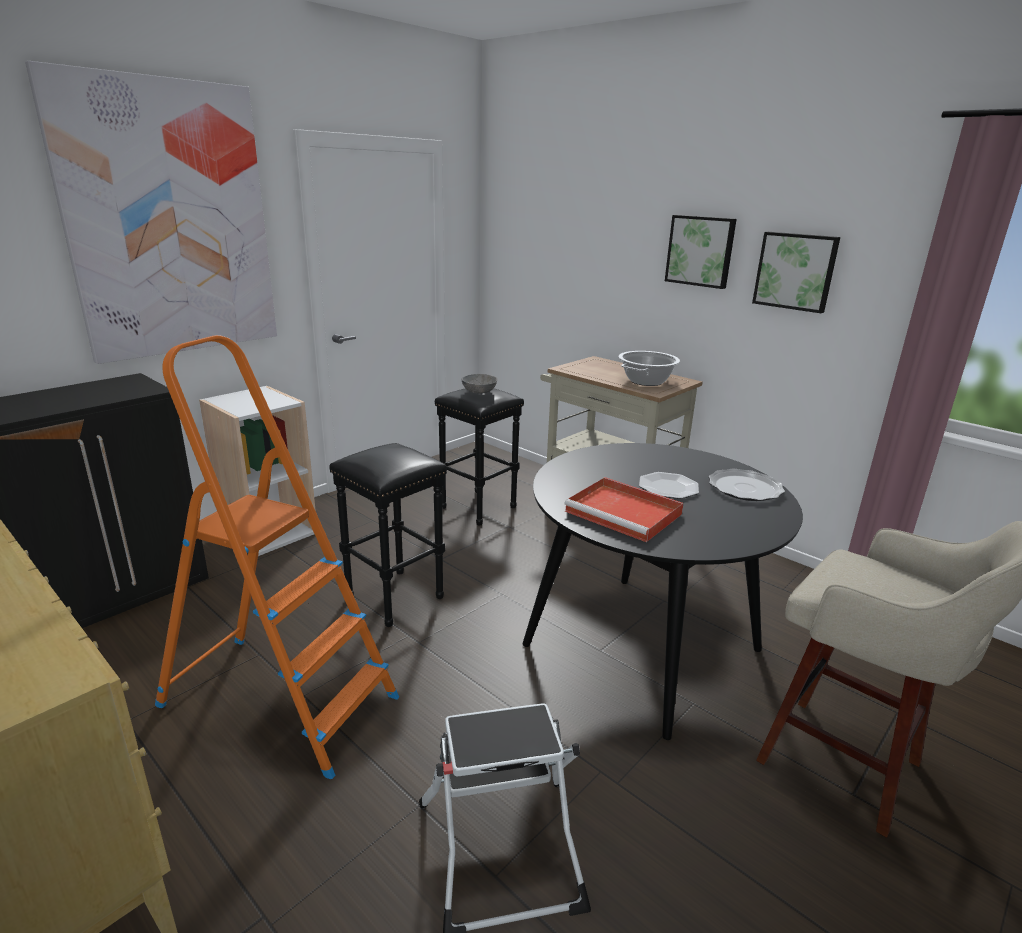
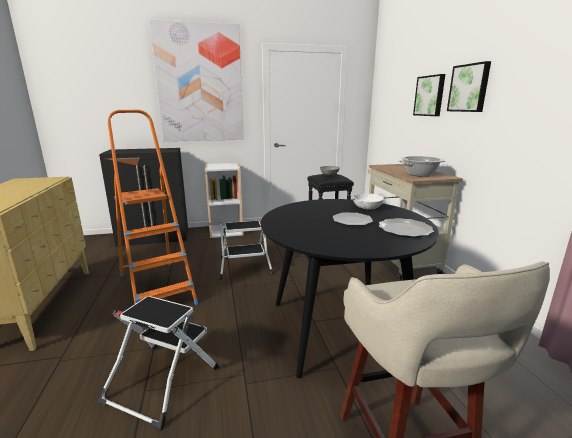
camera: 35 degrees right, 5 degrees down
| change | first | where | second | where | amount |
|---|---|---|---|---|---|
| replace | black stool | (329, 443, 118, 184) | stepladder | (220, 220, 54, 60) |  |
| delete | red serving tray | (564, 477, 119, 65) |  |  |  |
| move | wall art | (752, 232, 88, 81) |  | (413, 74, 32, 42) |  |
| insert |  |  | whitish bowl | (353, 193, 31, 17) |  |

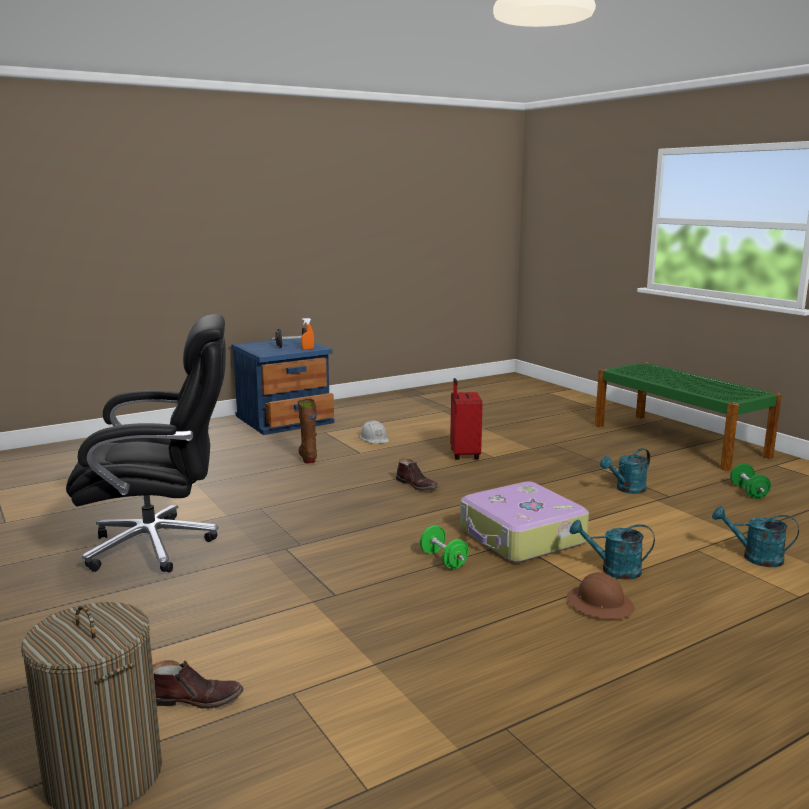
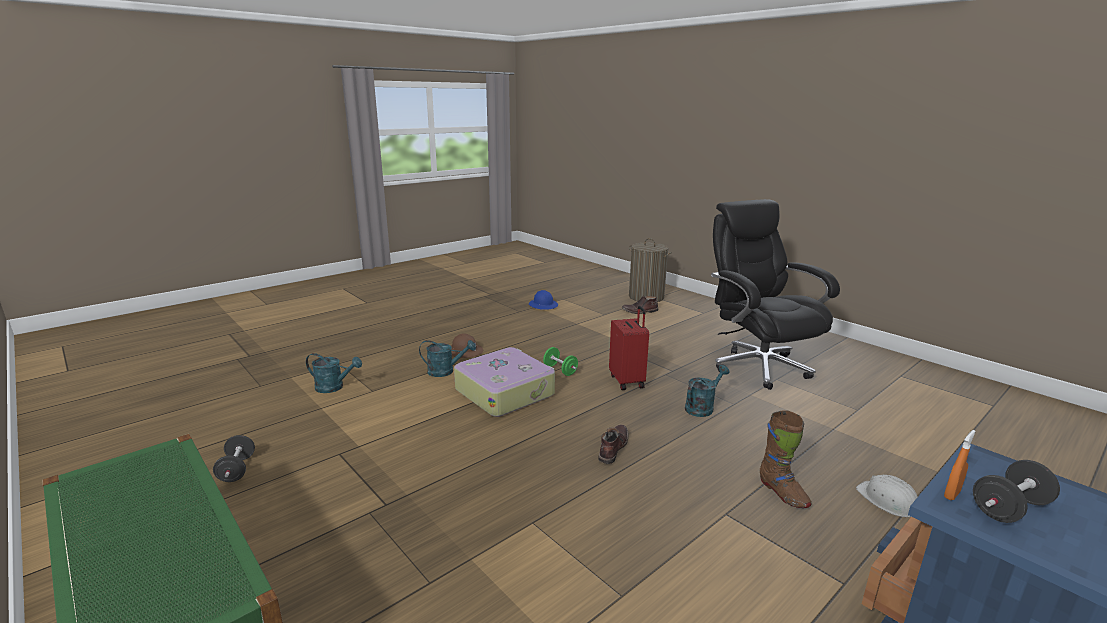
camera: 170 degrees right, 5 degrees up
| change | first | where | second | where | amount |
|---|---|---|---|---|---|
| rotate | black office chair | (66, 314, 160, 259) |  | (711, 199, 129, 191) | 90 degrees clockwise |
| move | whitish hard hat | (360, 420, 29, 24) |  | (856, 475, 62, 42) |  |
| rotate | brown-coloured high-top boot | (396, 459, 42, 32) |  | (598, 425, 30, 39) | 75 degrees clockwise |
| move | red suitcase | (450, 378, 33, 82) |  | (609, 306, 40, 84) |  |
| move | turquoise-coloured watering can | (600, 448, 50, 46) |  | (685, 365, 45, 52) |  |
| recolor | greenish dumbbell | (730, 464, 41, 35) | black dumbbell | (213, 435, 42, 47) |  |
| insert |  |  | blue-coloured hard hat | (529, 290, 29, 20) |  |

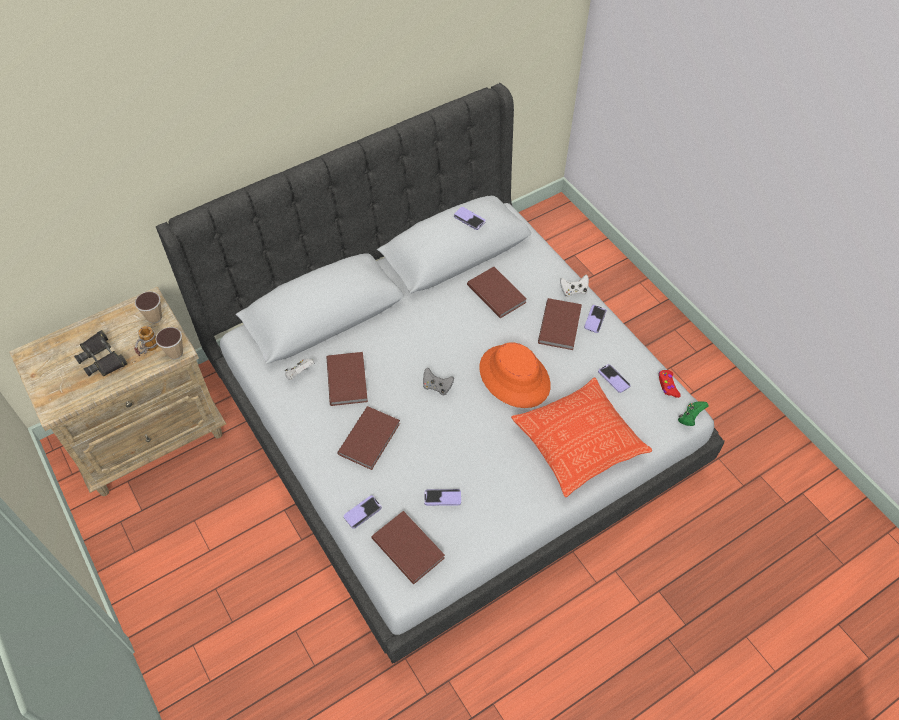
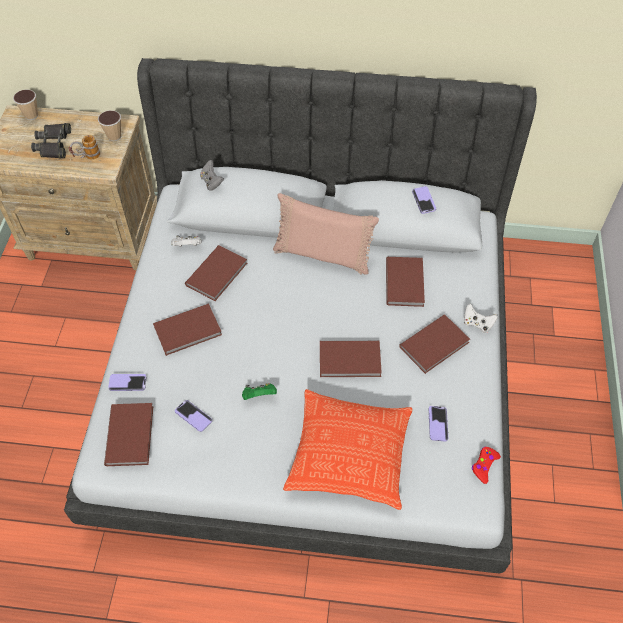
camera: 40 degrees right, 0 degrees up
| change | first | where | second | where | amount |
|---|---|---|---|---|---|
| move | small cup | (155, 327, 28, 33) |  | (13, 89, 25, 31) |  |
| move | gray joypad | (423, 368, 31, 27) |  | (200, 160, 24, 31) |  |
| replace | orange wearable hat | (479, 342, 72, 66) | brown-coloured bound book | (320, 341, 62, 36) |  |
| delete | phone | (584, 305, 23, 28) |  |  |  |
| move | greenish joypad | (678, 402, 31, 24) |  | (242, 383, 35, 17) |  |
| insert |  |  | beige throw pillow | (273, 193, 106, 82) |  |

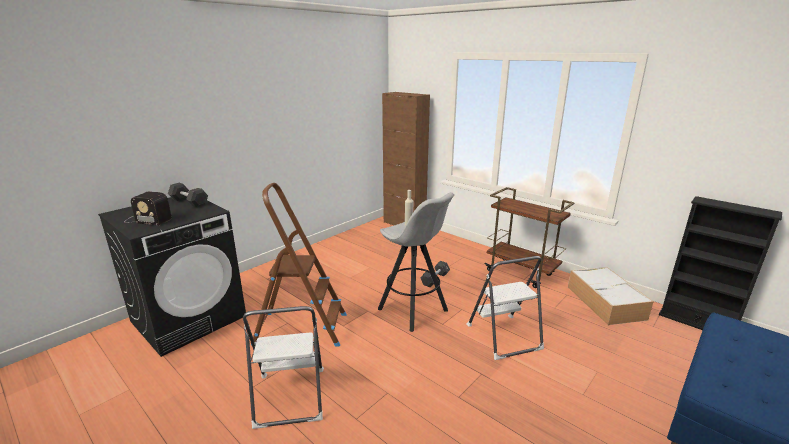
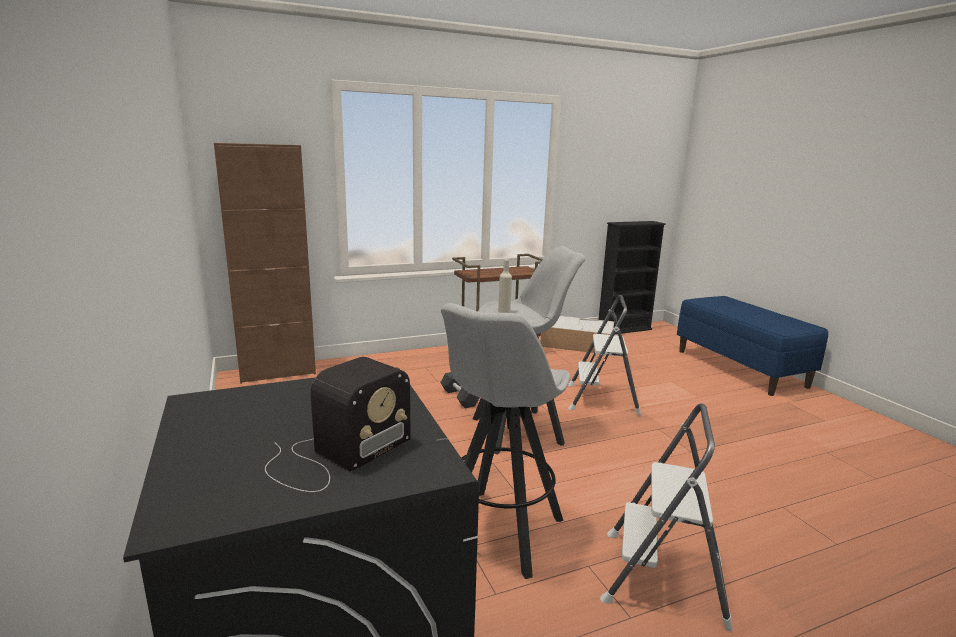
camera: 65 degrees left, 5 degrees down
| change | first | where | second | where | amount |
|---|---|---|---|---|---|
| delete | black dumbbell | (168, 183, 40, 24) |  |  |  |
| replace | brown-coloured stepladder | (251, 183, 96, 164) | gray stool | (441, 303, 129, 276) |  |

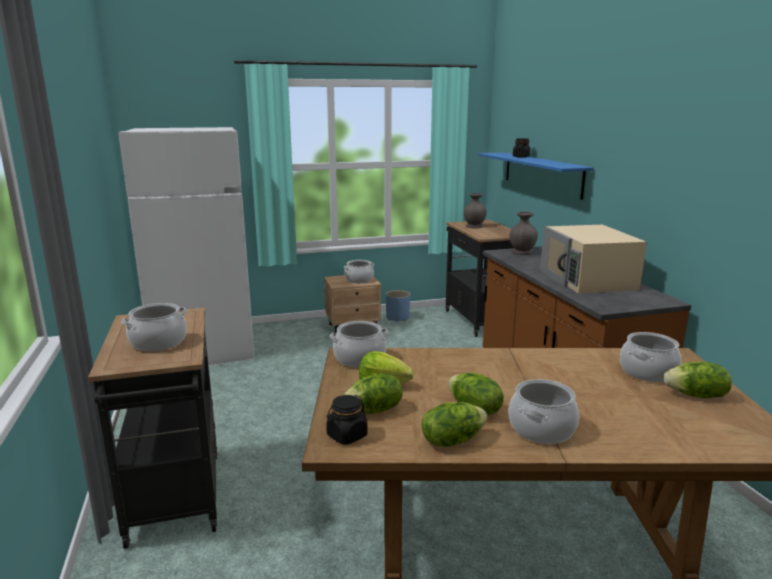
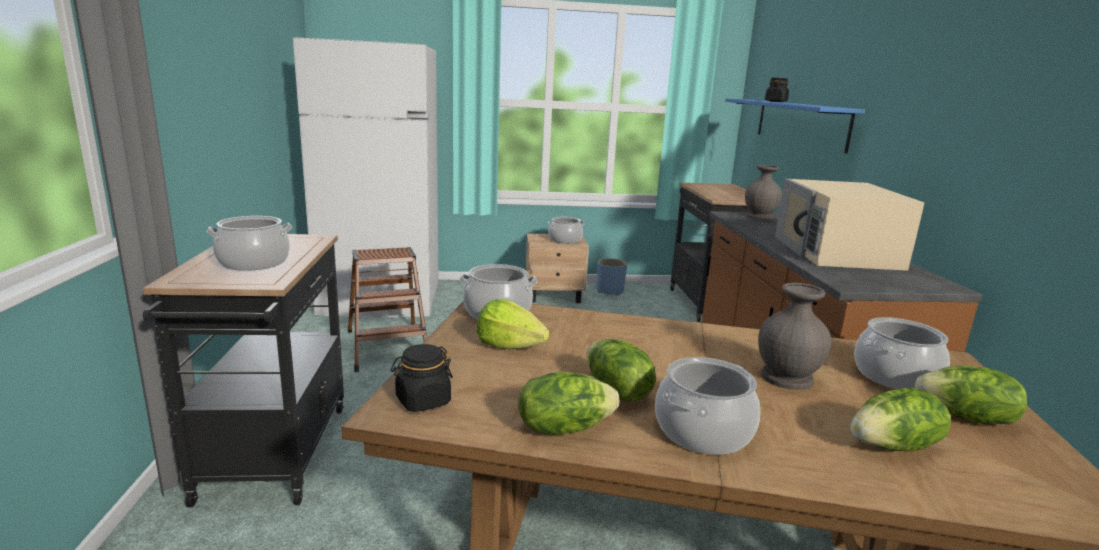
camera: 10 degrees right, 0 degrees up
| change | first | where | second | where | amount |
|---|---|---|---|---|---|
| move | head of lettuce | (343, 373, 60, 41) |  | (850, 388, 101, 63) |  |
| move | gray vase | (464, 193, 23, 35) |  | (758, 283, 73, 107) |  |
| insert |  |  | brown-coloured stepladder | (348, 247, 79, 125) |  |

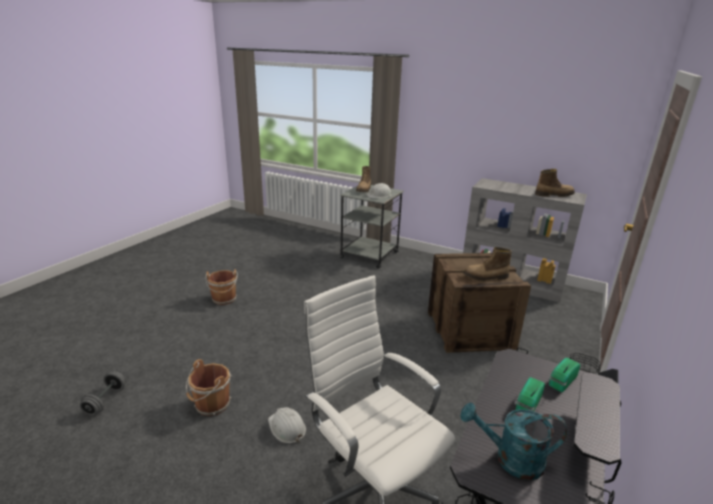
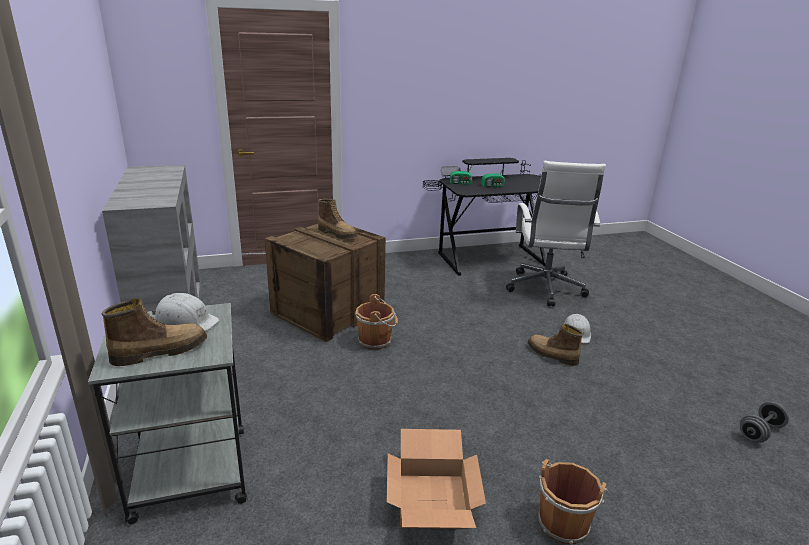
camera: 135 degrees left, 0 degrees up
| change | first | where | second | where | amount |
|---|---|---|---|---|---|
| move | brown-coloured water bucket | (186, 359, 46, 57) |  | (355, 294, 43, 56) |  |
| delete | turquoise-coloured watering can | (460, 403, 108, 77) |  |  |  |
| move | high-top boot | (535, 169, 40, 28) |  | (528, 324, 55, 42) |  |
| insert |  |  | cardboard box | (387, 429, 99, 100) |  |

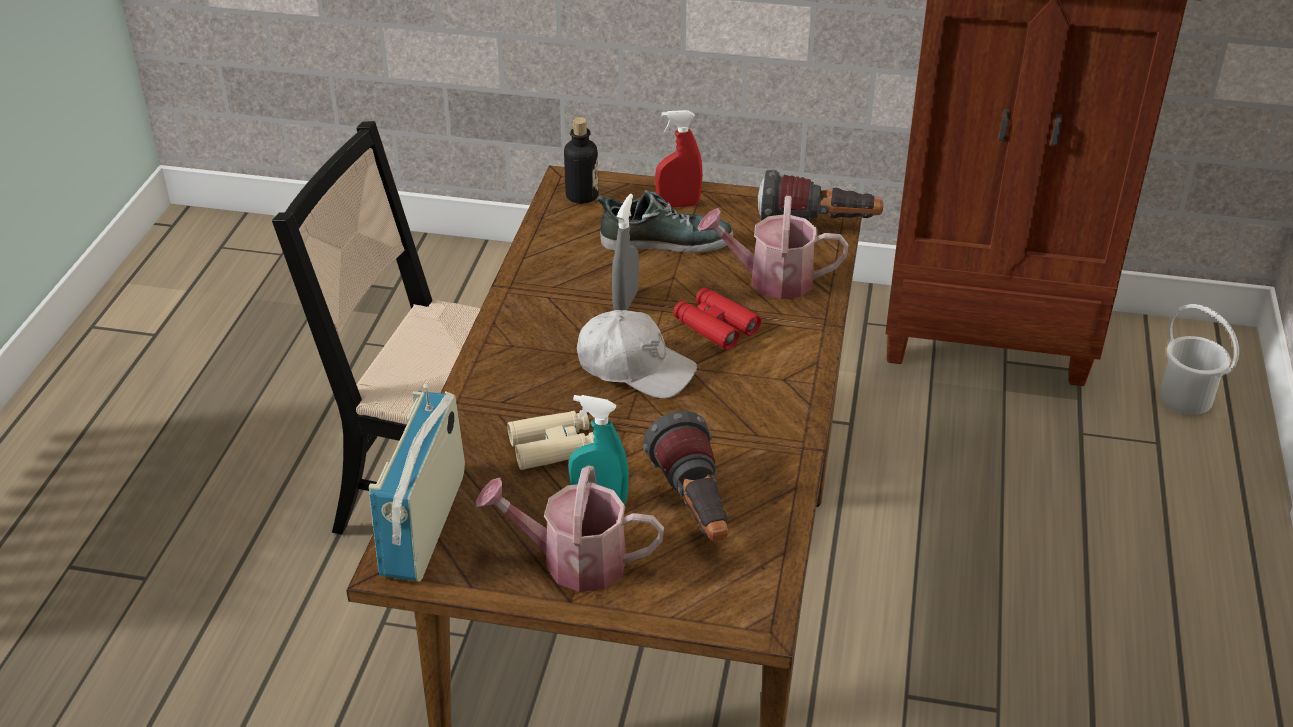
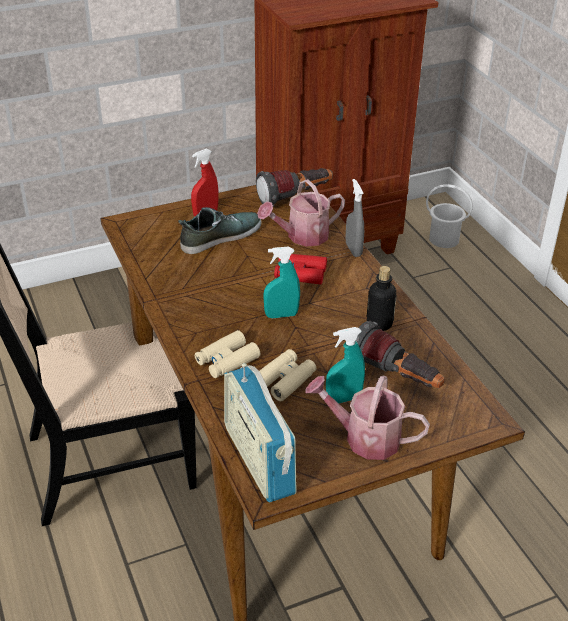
camera: 35 degrees left, 0 degrees up
| change | first | where | second | where | amount |
|---|---|---|---|---|---|
| rotate | watering can | (476, 466, 188, 126) |  | (305, 376, 125, 84) | 45 degrees clockwise |
| move | drink bottle | (564, 117, 35, 87) |  | (367, 266, 30, 65) |  |
| replace | whitish cap | (577, 310, 120, 89) | turquoise-coloured sprayer | (263, 247, 37, 71) |  |
| move | gray sprayer | (612, 194, 27, 117) |  | (346, 179, 18, 78) |  |
| insert |  |  | beige field glasses | (195, 330, 65, 48) |  |

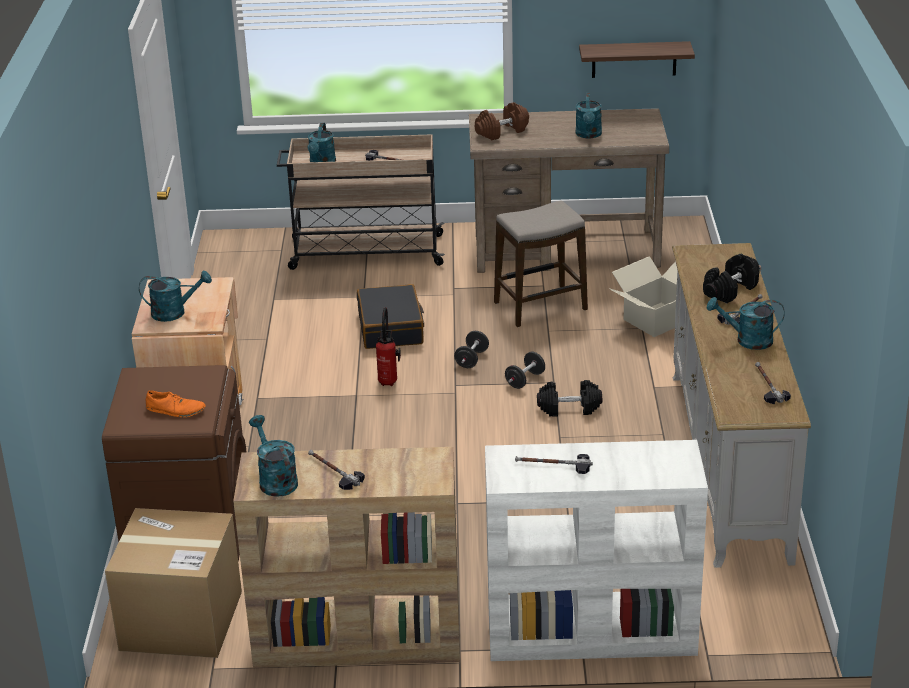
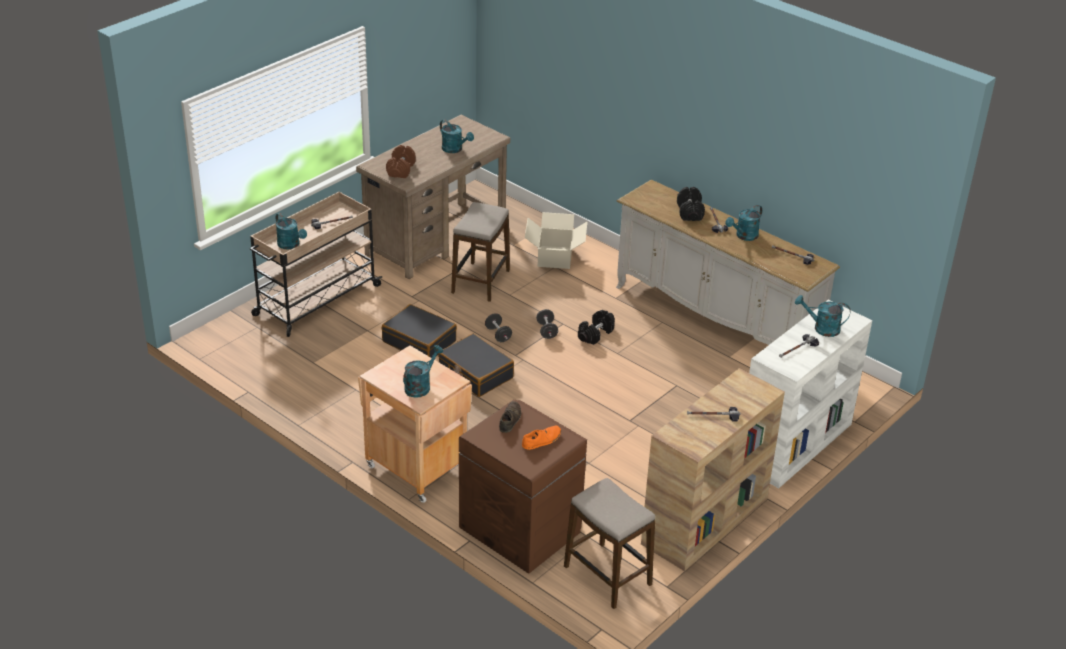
camera: 50 degrees left, 5 degrees up
| change | first | where | second | where | amount |
|---|---|---|---|---|---|
| replace | cardboard box | (105, 508, 137, 150) | stool | (564, 478, 91, 131) |  |
| move | turquoise-coloured watering can | (249, 415, 49, 82) |  | (795, 295, 56, 42) |  |
| replace | fire-fighting cylinder | (376, 307, 25, 79) | black suitcase | (438, 334, 76, 63) |  |
| delete | shelf | (579, 41, 116, 37) |  |  |  |
| insert |  |  | brown-coloured low shoe | (499, 401, 22, 32) |  |

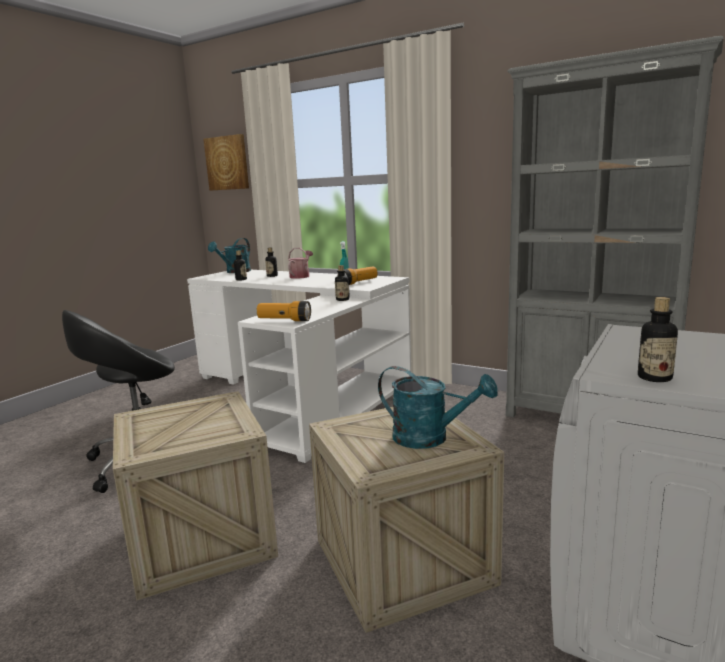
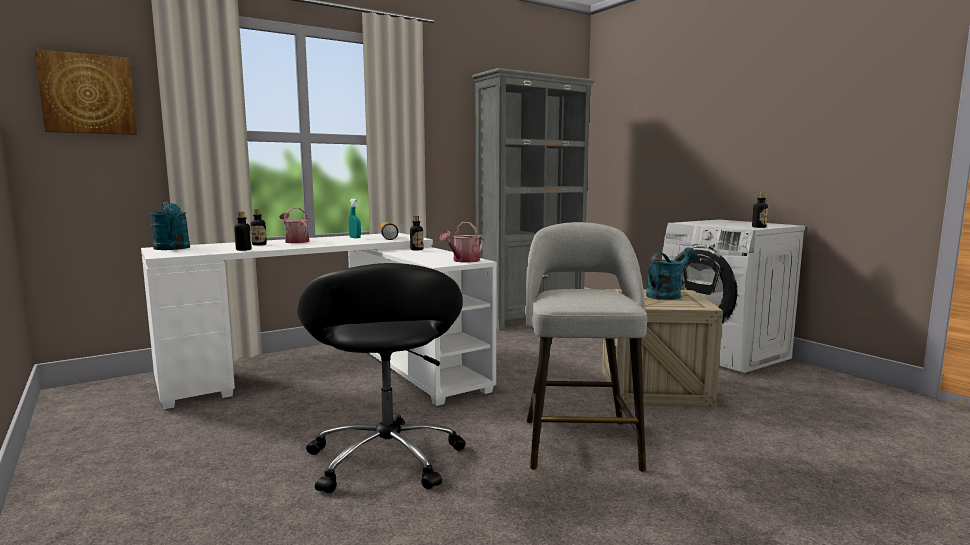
camera: 65 degrees left, 5 degrees down
| change | first | where | second | where | amount |
|---|---|---|---|---|---|
| replace | crate | (113, 391, 165, 210) | gray stool | (525, 222, 122, 250) |  |
| replace | flashlight | (257, 301, 54, 20) | watering can | (440, 222, 44, 41) |  |

